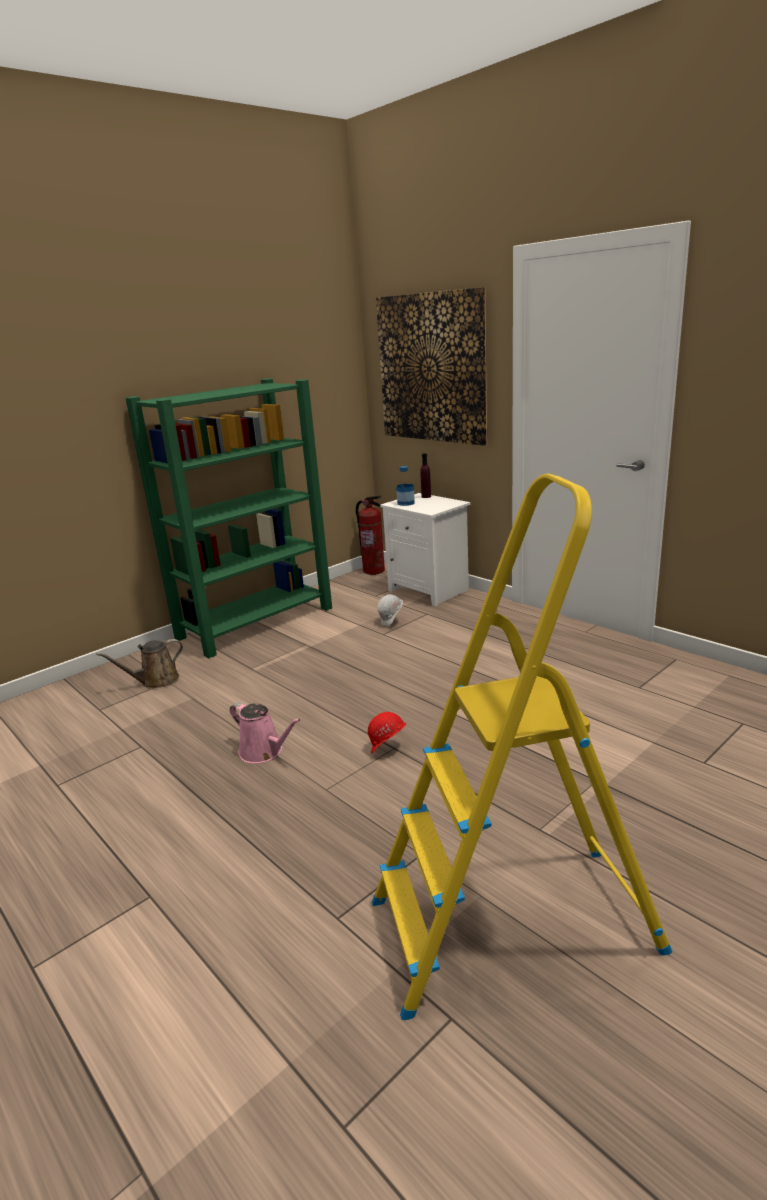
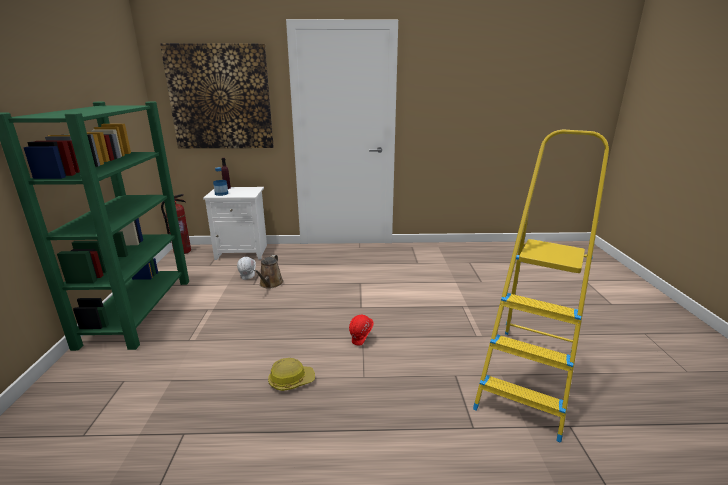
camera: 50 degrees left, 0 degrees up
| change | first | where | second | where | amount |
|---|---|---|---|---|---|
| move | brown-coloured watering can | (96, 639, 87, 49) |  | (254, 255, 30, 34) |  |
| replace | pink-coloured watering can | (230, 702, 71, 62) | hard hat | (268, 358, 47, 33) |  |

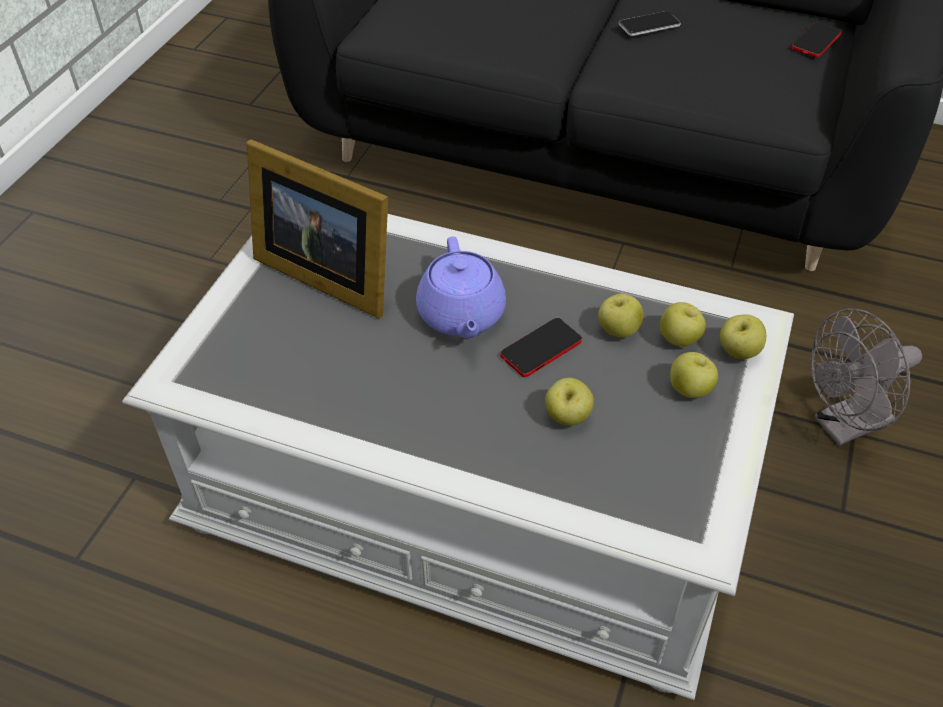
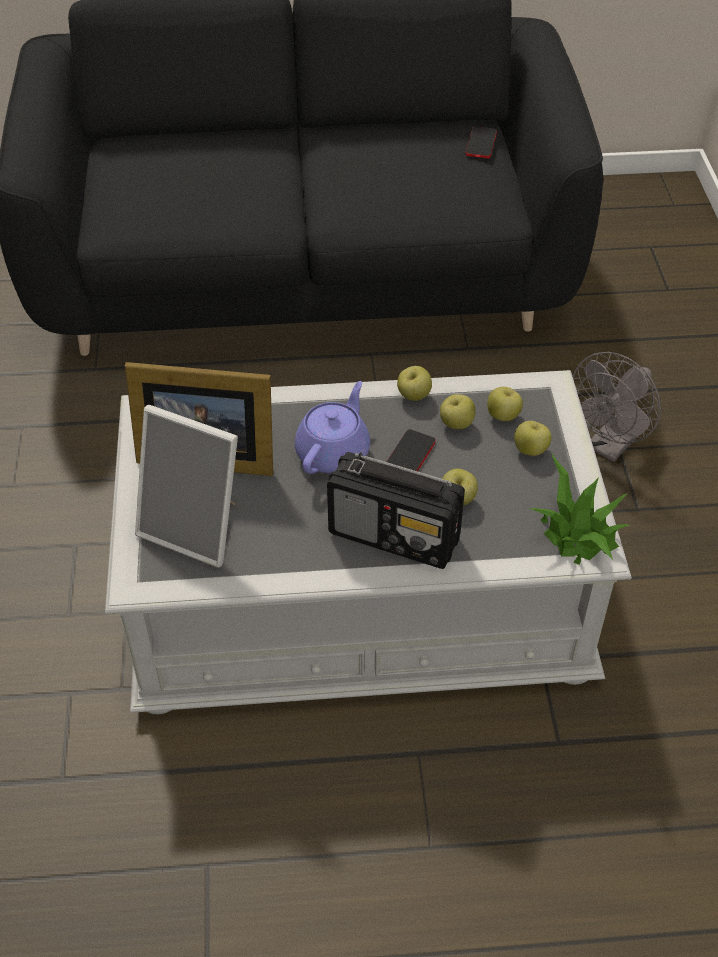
camera: 25 degrees left, 0 degrees up
| change | first | where | second | where | amount |
|---|---|---|---|---|---|
| rotate | purplish teapot | (416, 237, 90, 101) |  | (295, 381, 75, 93) | 120 degrees counterclockwise |
| delete | phone | (619, 11, 62, 25) |  |  |  |
| move | apple | (720, 314, 46, 45) |  | (397, 366, 35, 35) |  |
| insert |  |  | photo frame | (135, 405, 103, 163) |  |
| insert |  |  | radio receiver | (327, 452, 138, 117) |  |
| insert |  |  | potted plant | (528, 452, 102, 113) |  |

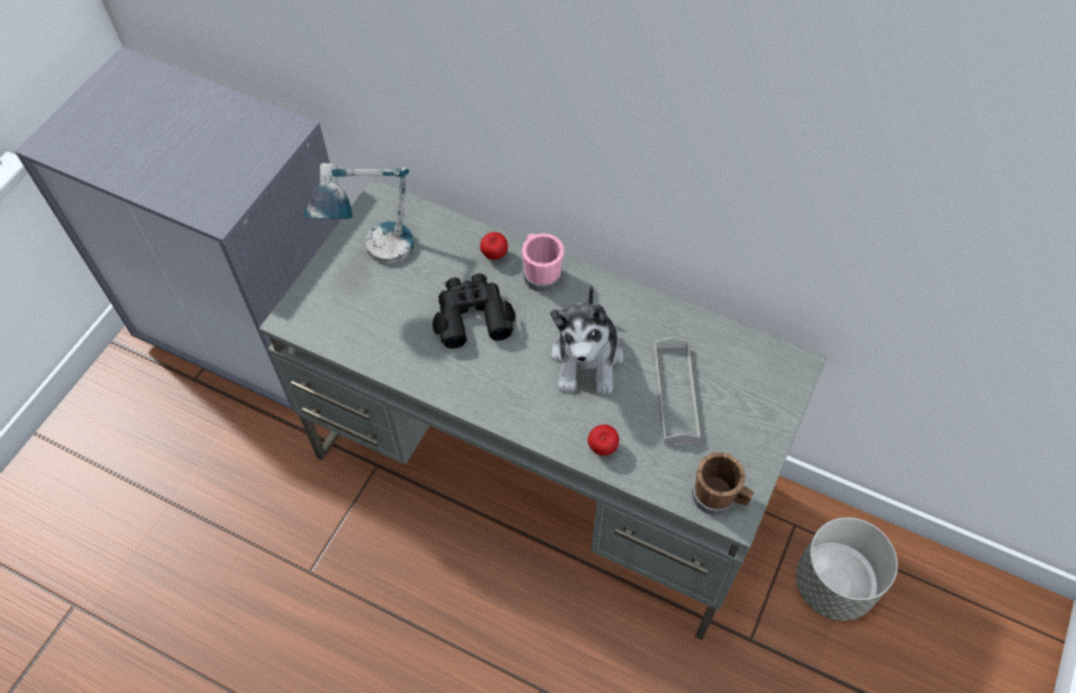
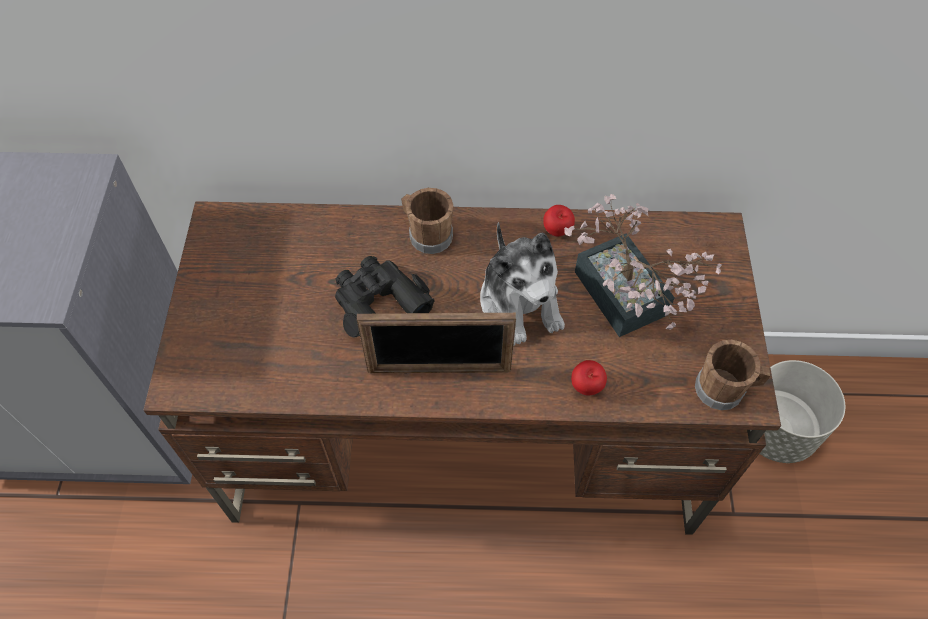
camera: 25 degrees left, 0 degrees up
| change | first | where | second | where | amount |
|---|---|---|---|---|---|
| recolor | gray desk unit | (259, 179, 568, 461) | brown-coloured desk unit | (143, 201, 638, 334) |  |
| delete | table lamp | (304, 163, 110, 101) |  |  |  |
| move | apple | (480, 232, 28, 28) |  | (543, 205, 32, 31) |  |
| recolor | pink-coloured tea mug | (522, 233, 42, 59) | brown-coloured tea mug | (401, 188, 53, 66) |  |
| replace | gray serving tray | (654, 337, 47, 107) | potted plant | (564, 194, 158, 143) |  |
| insert |  |  | photo frame | (357, 313, 159, 60) |  |

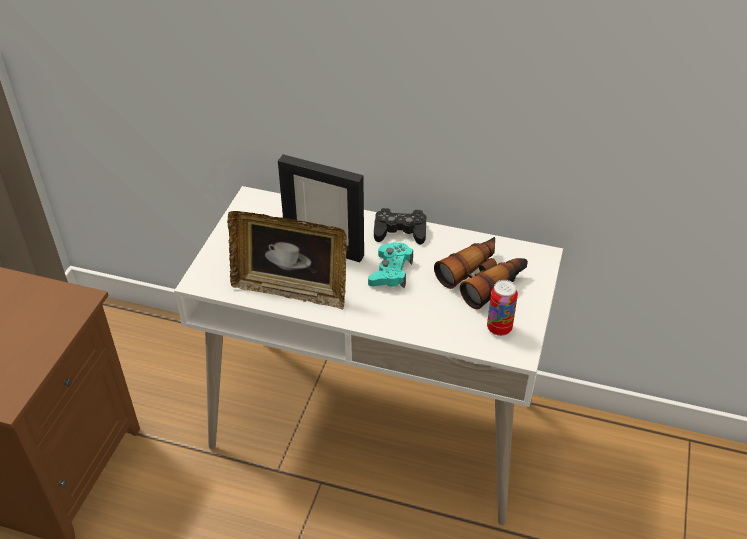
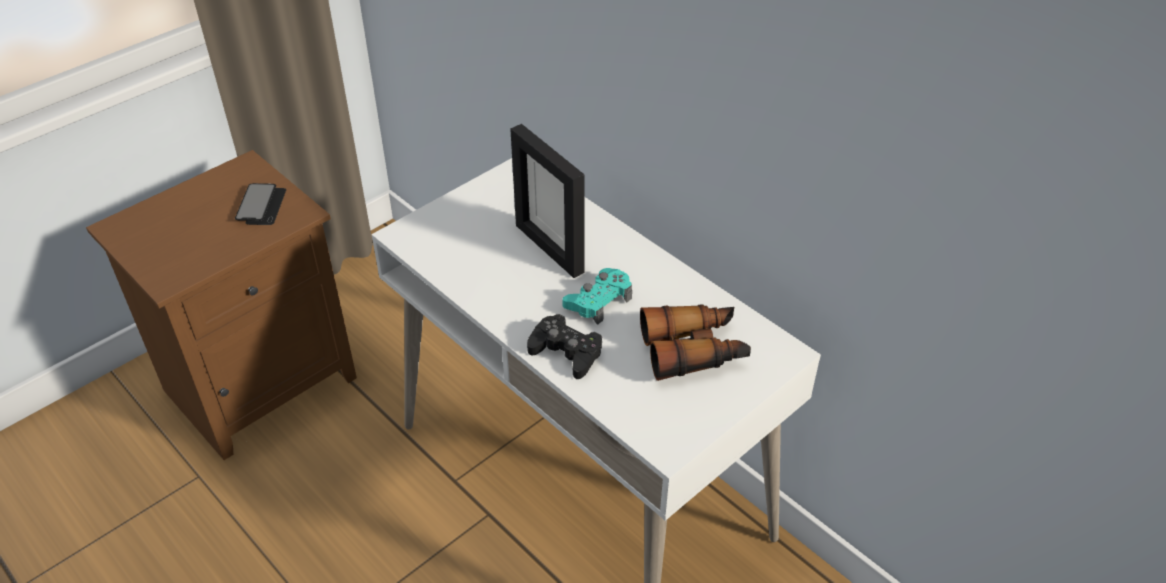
camera: 30 degrees right, 0 degrees up
| change | first | where | second | where | amount |
|---|---|---|---|---|---|
| delete | photo frame | (227, 211, 120, 99) |  |  |  |
| move | black joypad | (374, 208, 52, 37) |  | (527, 314, 75, 65) |  |
| delete | metal can | (487, 280, 31, 56) |  |  |  |
| insert |  |  | phone | (235, 183, 51, 42) |  |

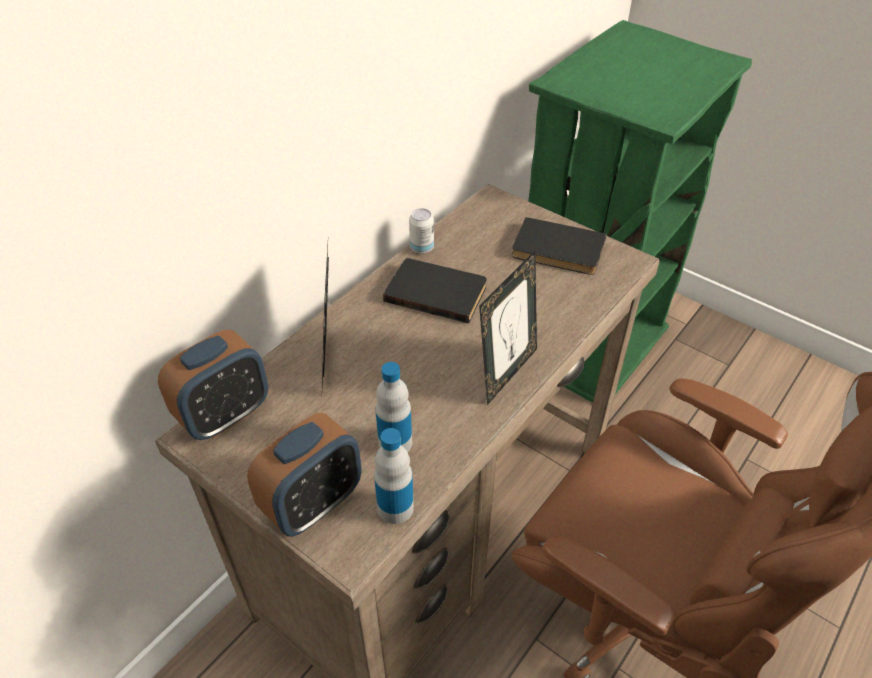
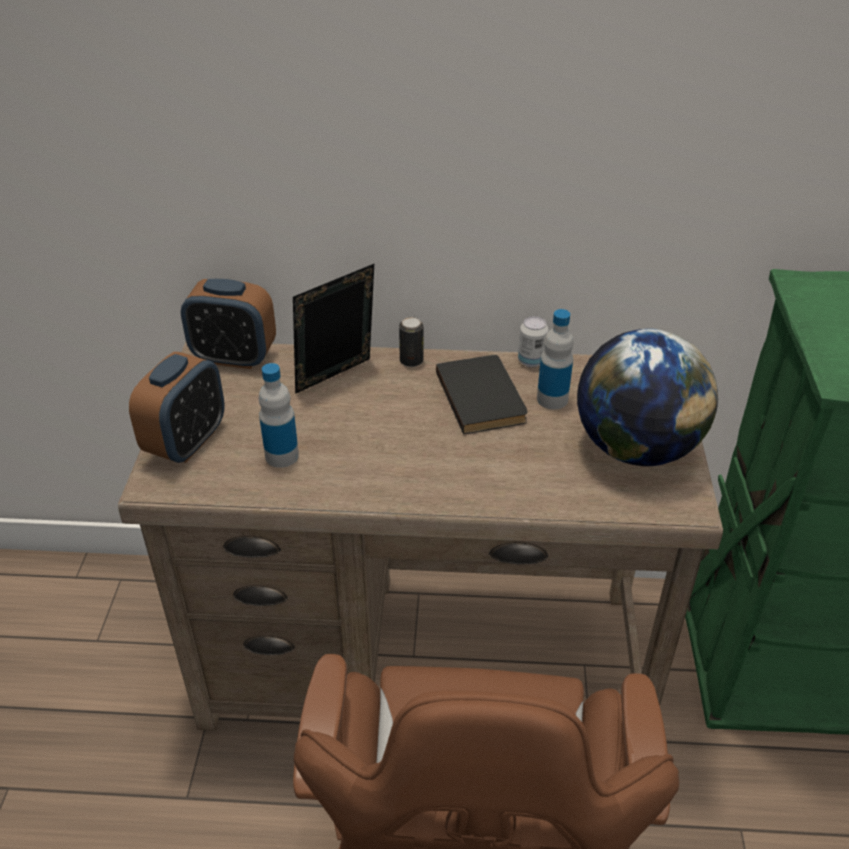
camera: 55 degrees right, 5 degrees down
| change | first | where | second | where | amount |
|---|---|---|---|---|---|
| rotate | alarm clock | (247, 412, 114, 124) |  | (129, 352, 96, 111) | 75 degrees counterclockwise |
| move | drink bottle | (374, 428, 40, 96) |  | (537, 309, 37, 100) |  |
| delete | photo frame | (479, 251, 58, 154) |  |  |  |
| replace | black bound book | (512, 217, 95, 58) | globe | (577, 329, 141, 137) |  |
| insert |  |  | metal can | (399, 317, 24, 50) |  |

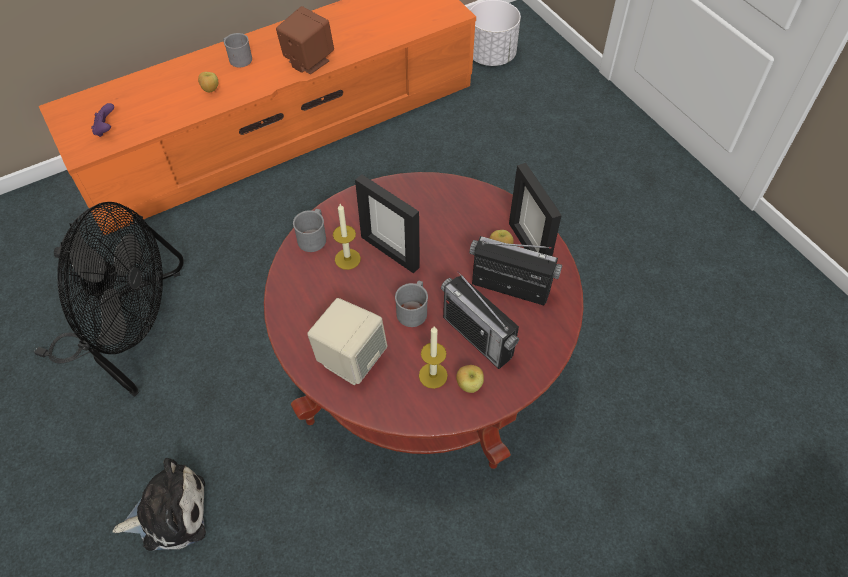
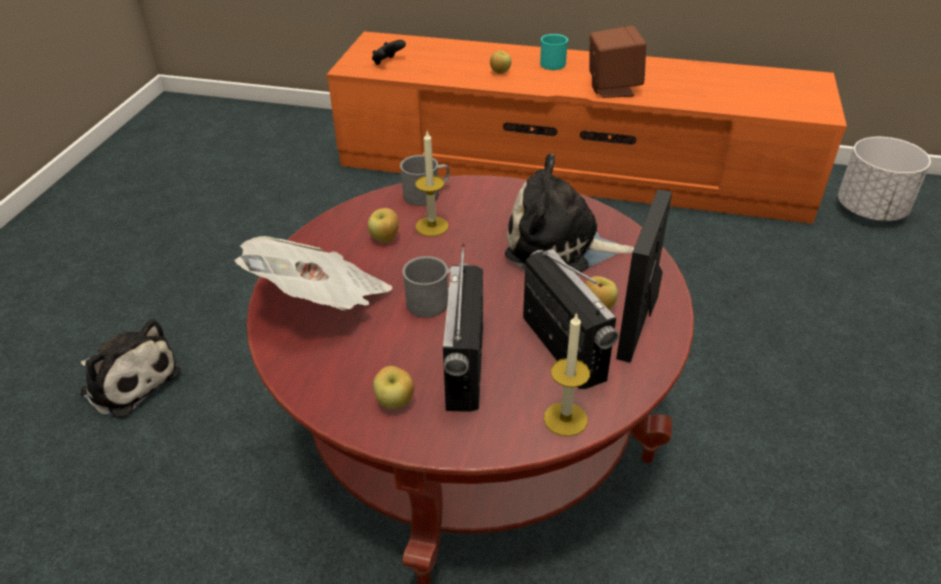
camera: 45 degrees right, 15 degrees down
| change | first | where | second | where | amount |
|---|---|---|---|---|---|
| delete | black electric fan | (35, 202, 149, 195) |  |  |  |
| recolor | purplish joypad | (91, 103, 23, 34) | black joypad | (372, 40, 34, 25) |  |
| recolor | gray tea mug | (223, 33, 29, 35) | turquoise-coloured tea mug | (540, 34, 28, 36) |  |
| replace | beige speaker | (307, 298, 80, 87) | newspaper | (234, 236, 158, 74) |  |
| delete | photo frame | (355, 174, 65, 99) |  |  |  |
| move | wax light | (419, 326, 29, 63) |  | (544, 312, 46, 124) |  |
| insert |  |  | apple | (368, 208, 31, 35) |  |
| insert |  |  | plush toy | (505, 154, 129, 120) |  |

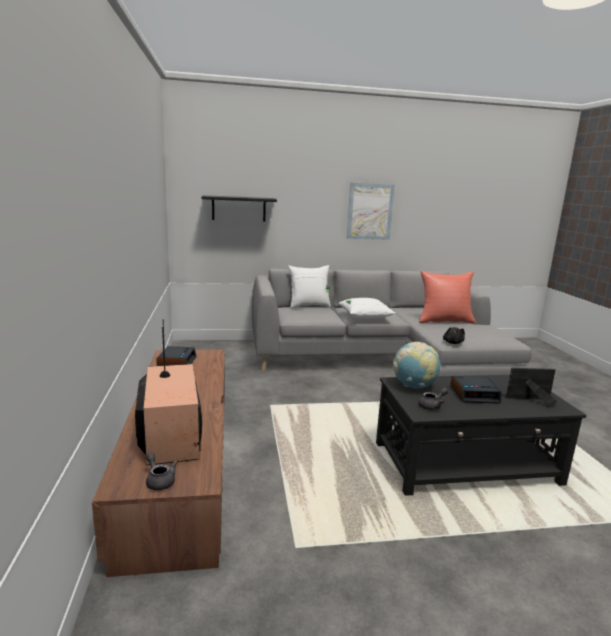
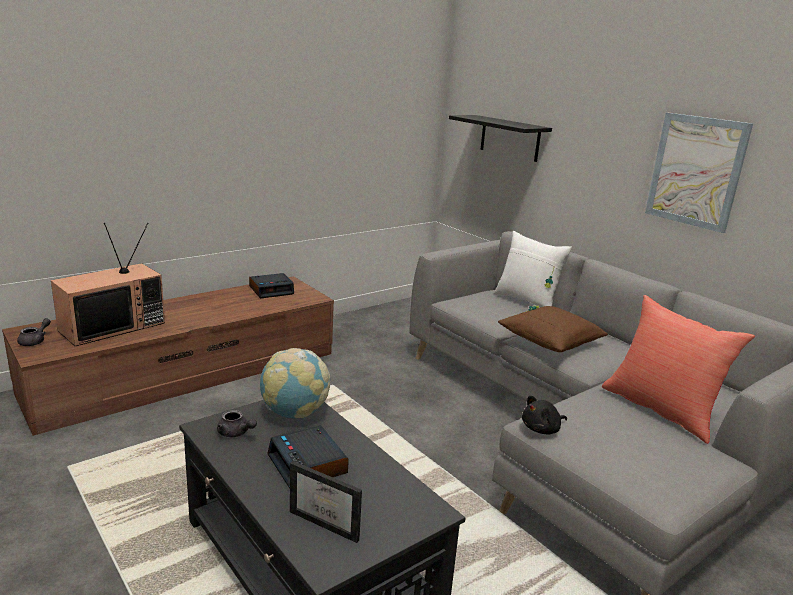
camera: 60 degrees right, 5 degrees up
| change | first | where | second | where | amount |
|---|---|---|---|---|---|
| recolor | whitish throw pillow | (338, 298, 58, 20) | brown-coloured throw pillow | (498, 306, 110, 46) |  |
| rotate | photo frame | (506, 368, 50, 39) |  | (290, 461, 72, 82) | 150 degrees clockwise |

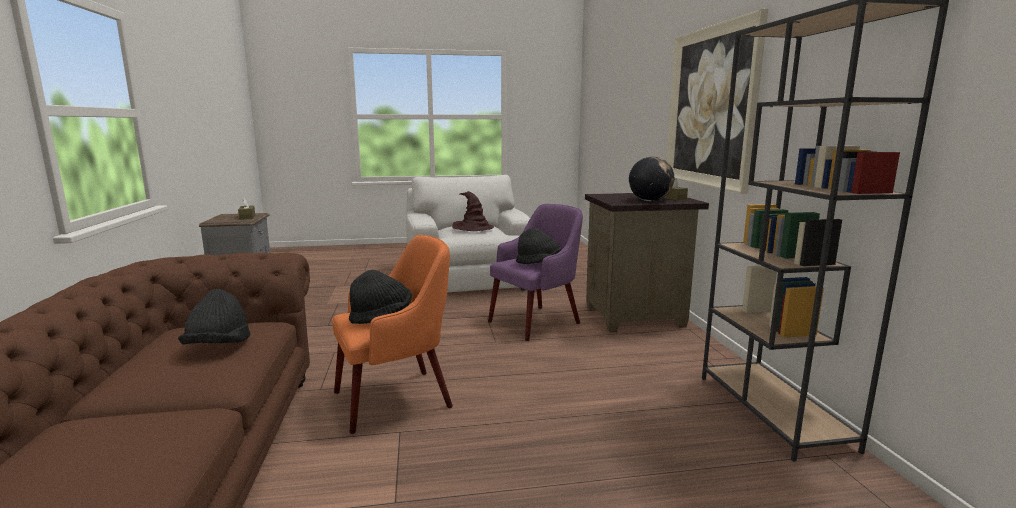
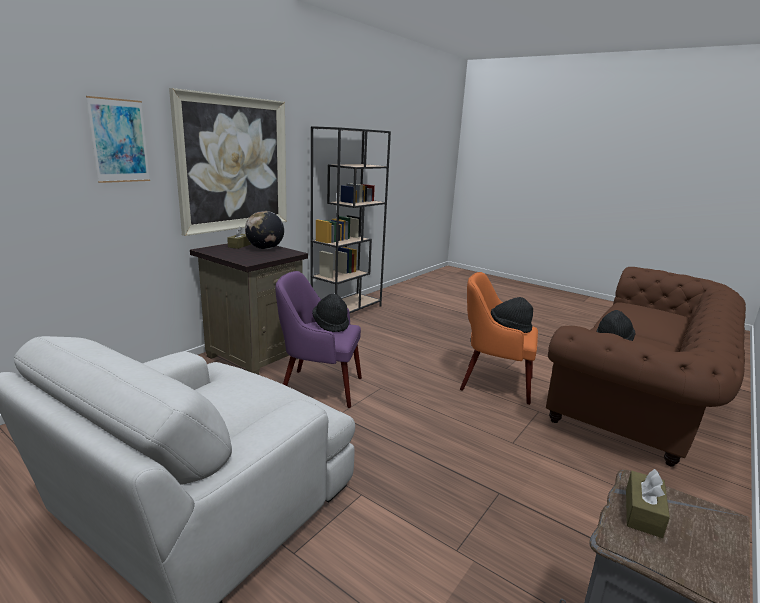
camera: 135 degrees left, 5 degrees up
| change | first | where | second | where | amount |
|---|---|---|---|---|---|
| delete | brown-coloured wearable hat | (452, 191, 42, 40) |  |  |  |
| insert |  |  | wall art | (86, 96, 64, 87) |  |

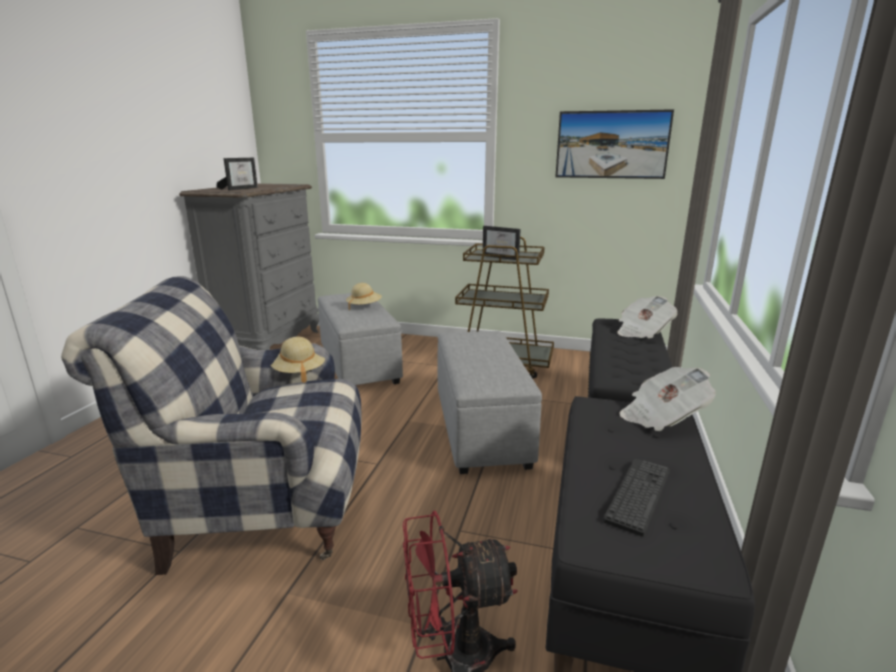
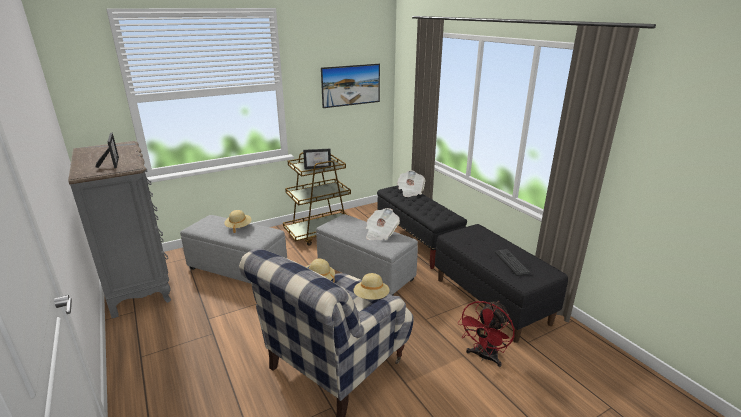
camera: 45 degrees left, 5 degrees up
| change | first | where | second | where | amount |
|---|---|---|---|---|---|
| move | newspaper | (619, 367, 97, 64) |  | (366, 208, 34, 32) |  |
| insert |  |  | beige wearable hat | (354, 273, 36, 27) |  |

